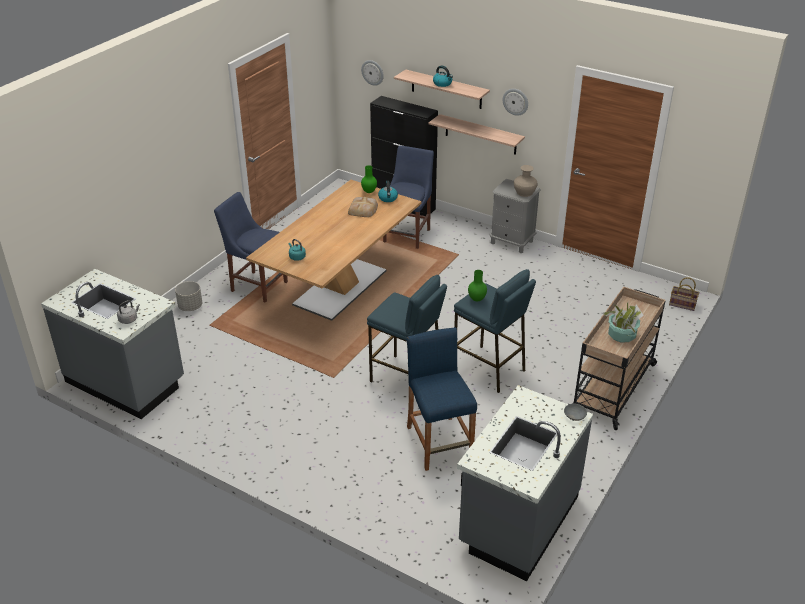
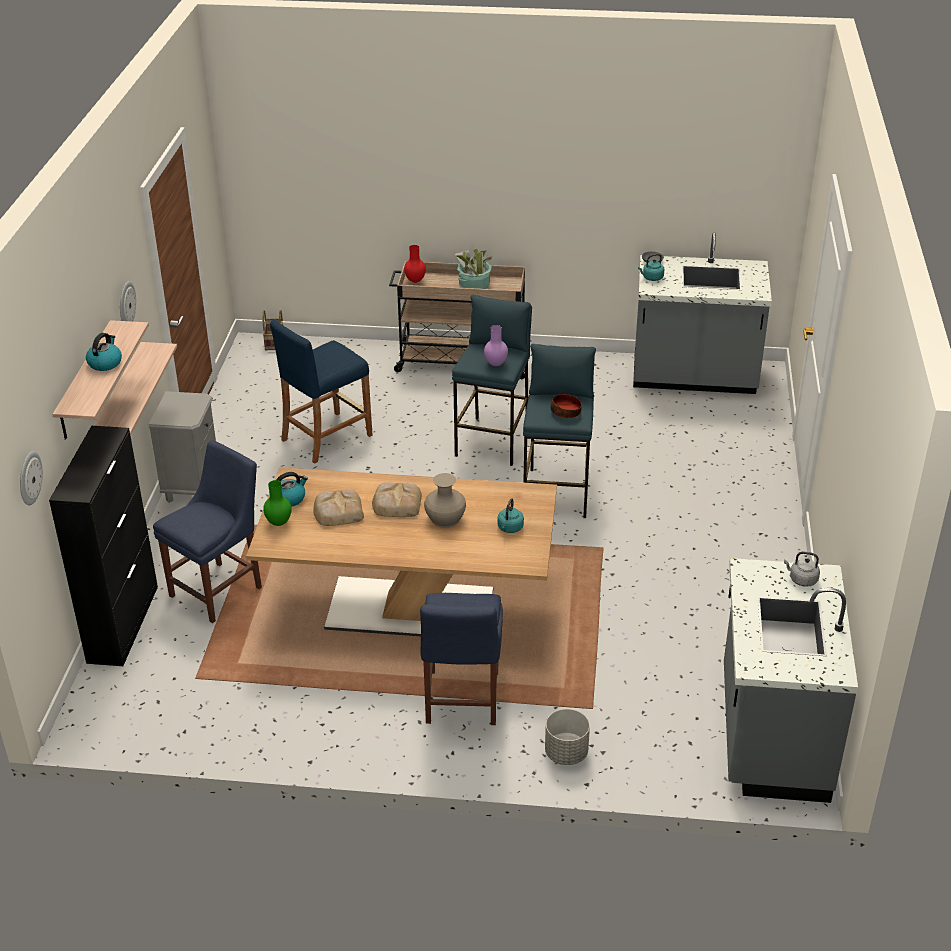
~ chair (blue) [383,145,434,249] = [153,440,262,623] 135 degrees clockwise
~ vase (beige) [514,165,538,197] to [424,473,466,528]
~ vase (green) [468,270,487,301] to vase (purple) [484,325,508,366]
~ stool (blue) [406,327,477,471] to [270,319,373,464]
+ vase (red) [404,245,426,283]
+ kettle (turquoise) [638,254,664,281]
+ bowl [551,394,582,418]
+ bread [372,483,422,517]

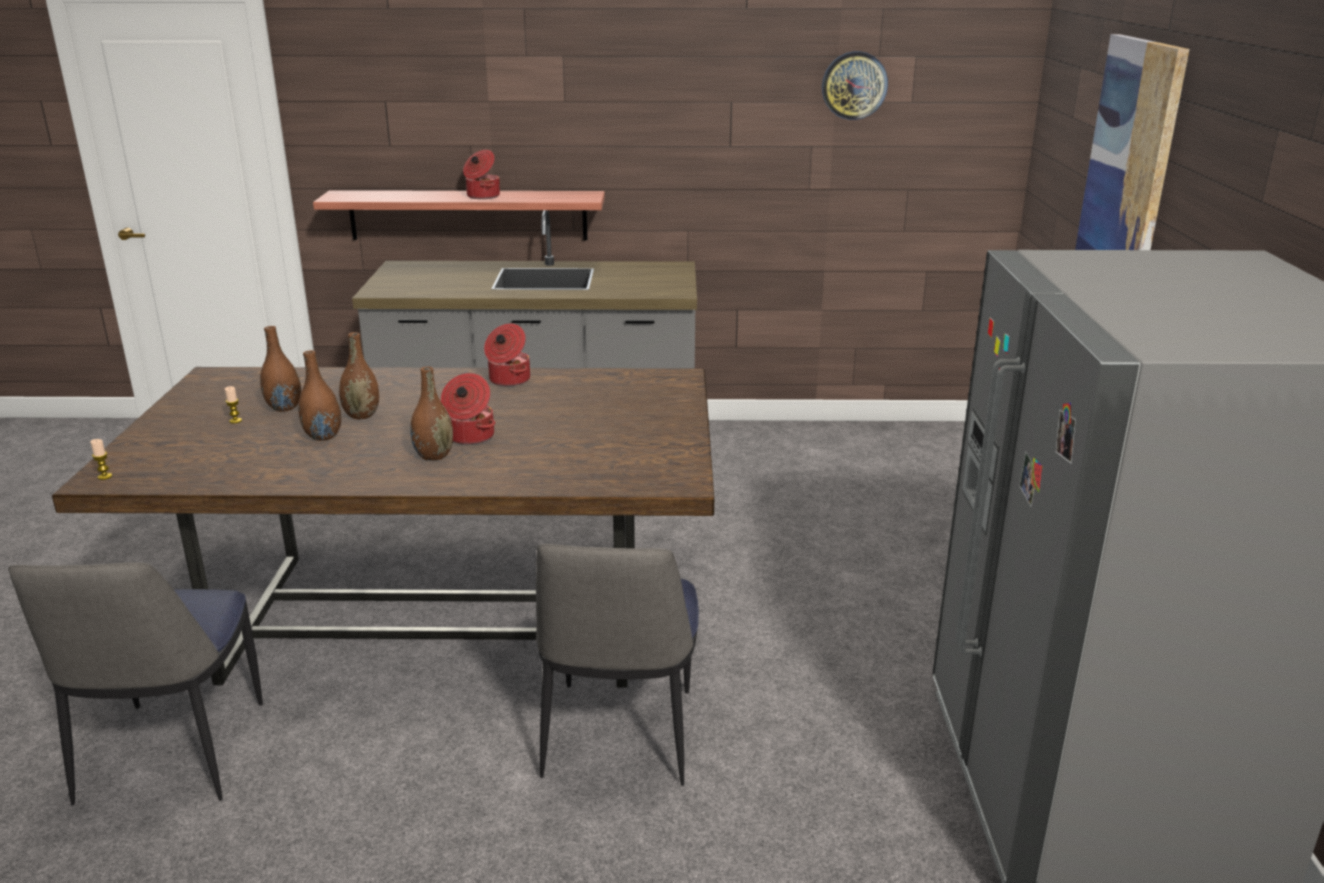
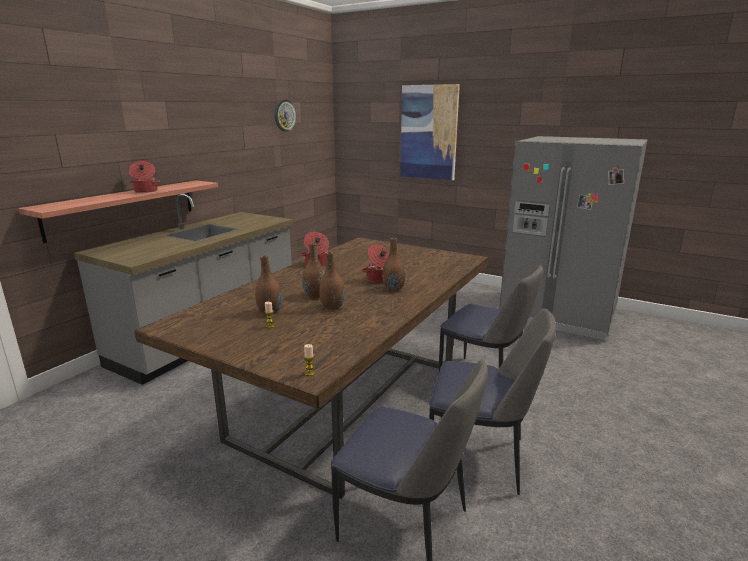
+ chair [429,308,556,495]

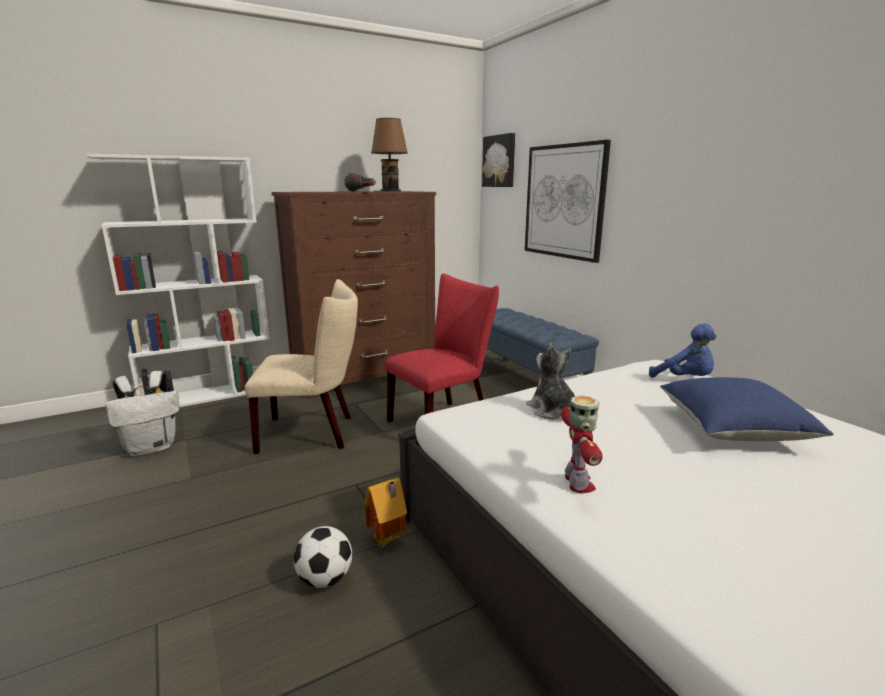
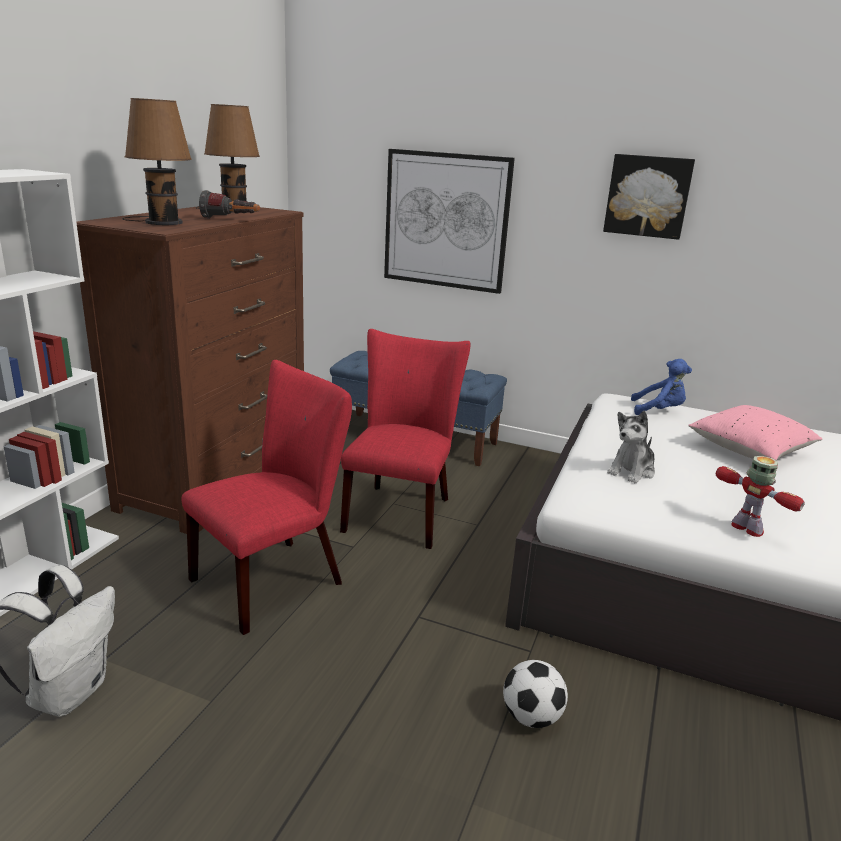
~ picture [482,133,515,187] to [603,154,695,240]
~ chair (beige) [245,279,358,454] to chair (red) [182,360,352,635]
~ plush toy [526,343,575,420] = [607,411,655,483] 75 degrees counterclockwise
~ pillow (blue) [660,377,834,441] to pillow (pink) [688,405,823,460]
- toy house [364,478,407,548]
+ table lamp (brown) [122,98,192,225]

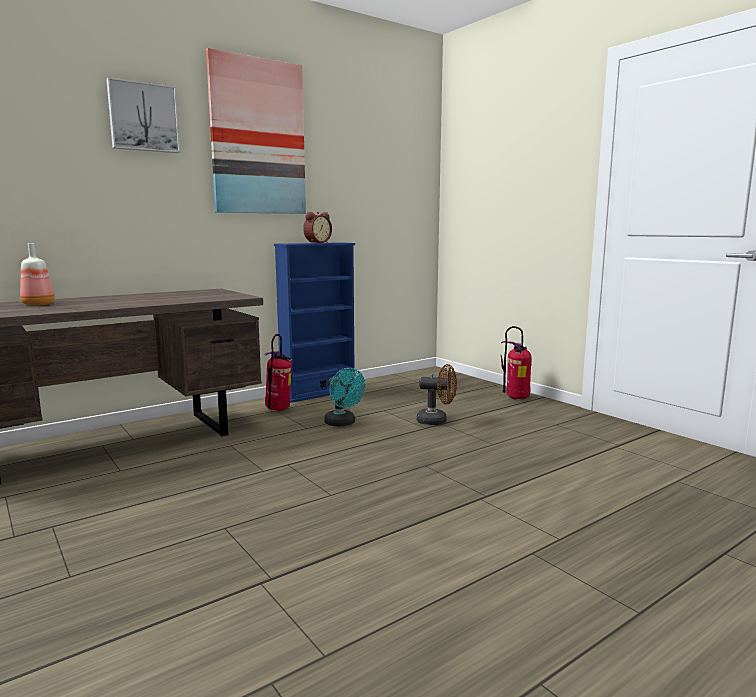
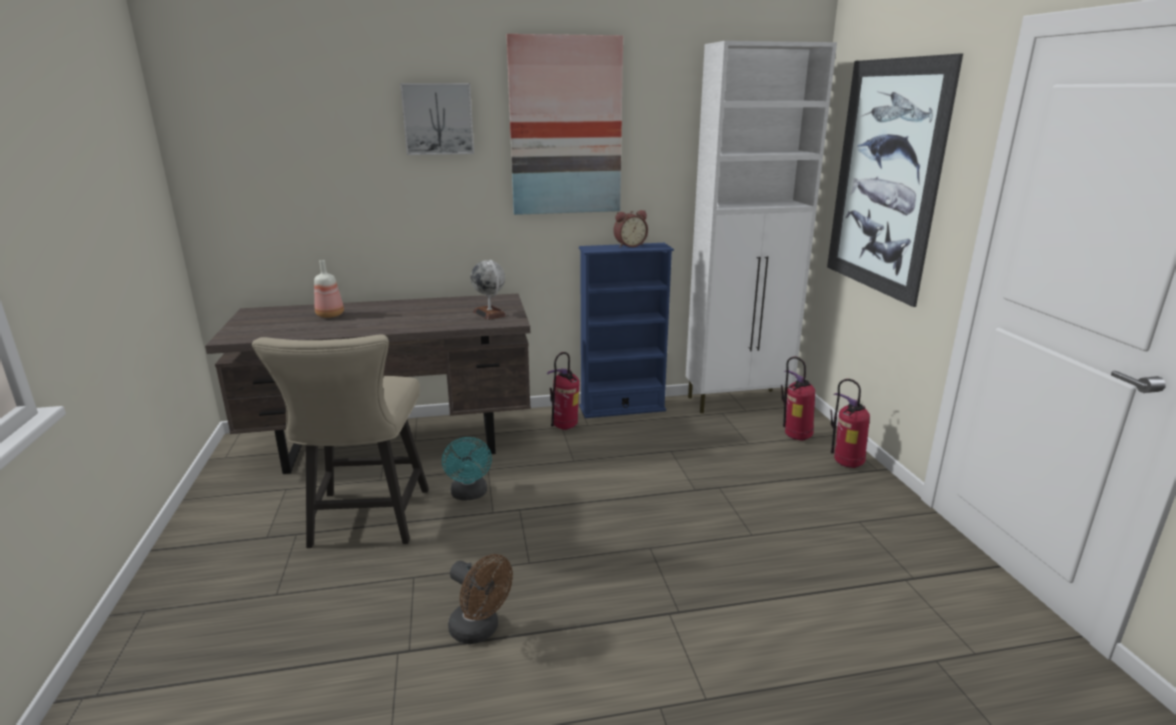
~ fan (brown) [416,364,457,425] to [448,554,513,644]
~ fan (turquoise) [324,368,365,427] to [442,437,492,501]
+ cabinet (white) [686,41,837,413]
+ picture [827,53,963,307]
+ globe [471,260,507,320]
+ chair (beige) [252,334,429,548]
+ fire extinguisher [781,357,815,441]

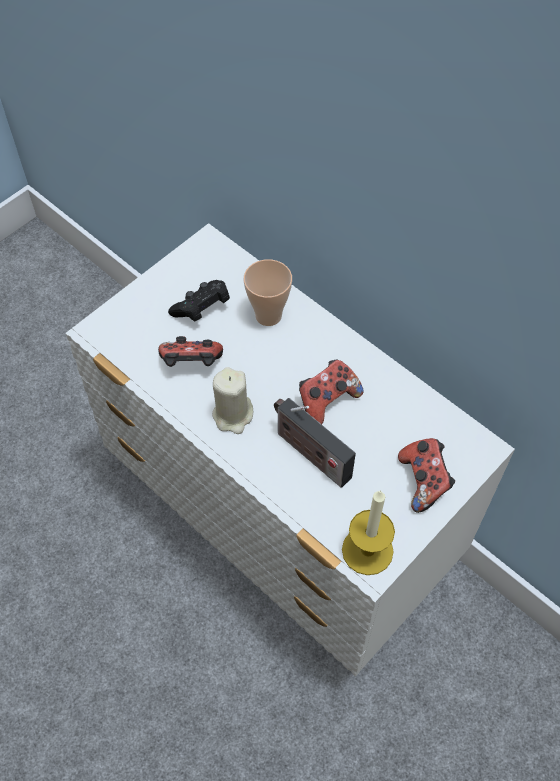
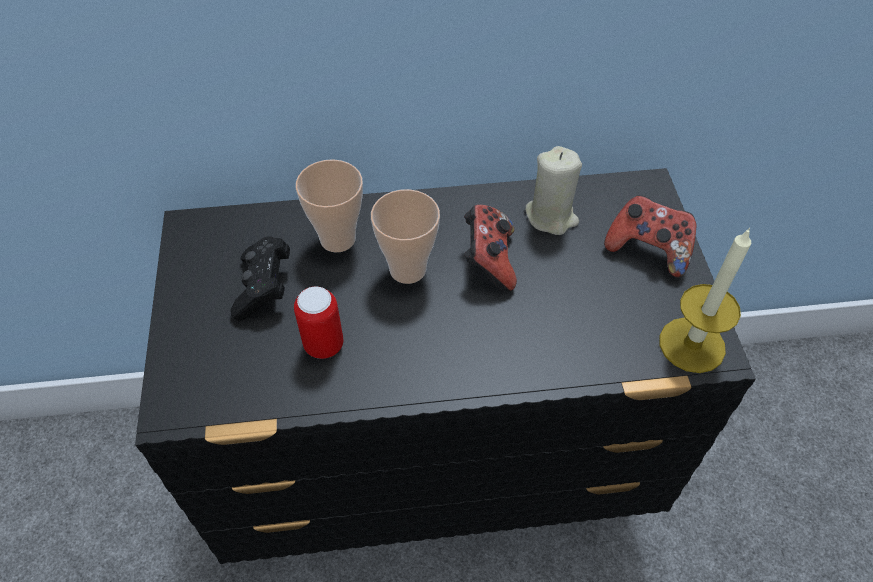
~ dresser (white) [66,223,515,676] to dresser (black) [135,168,756,564]
~ game controller [158,336,223,367] to can [294,286,343,359]
~ candle (beige) [212,367,253,434] to [525,146,582,235]
- radio [274,398,356,488]
+ cup [371,189,440,284]

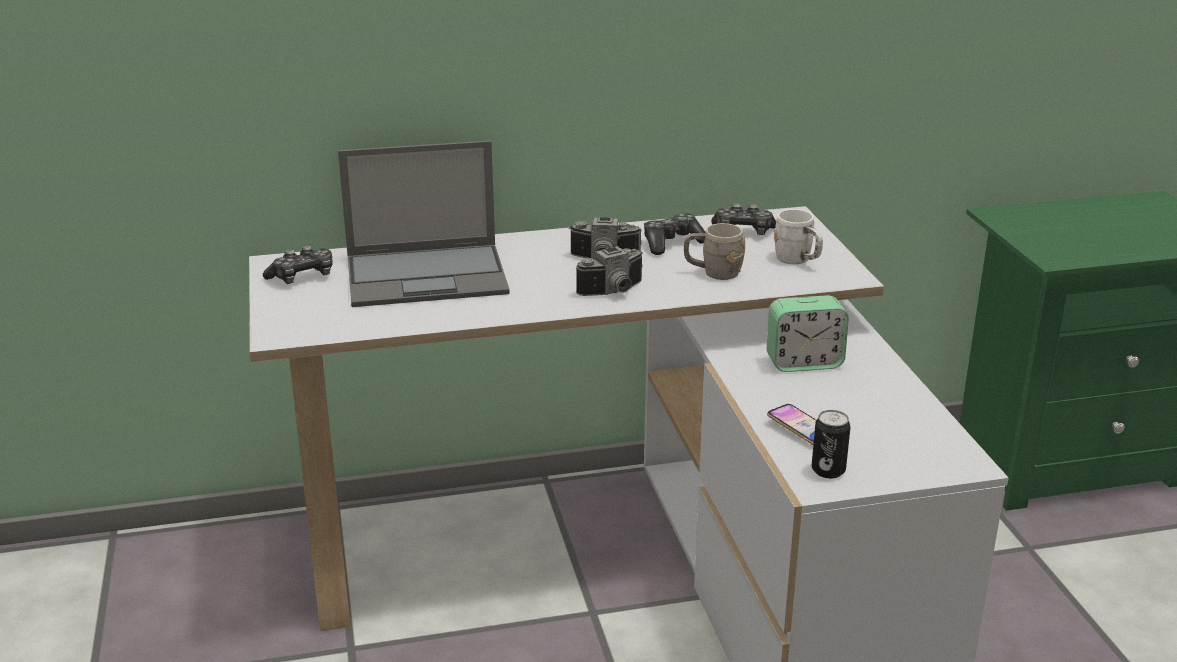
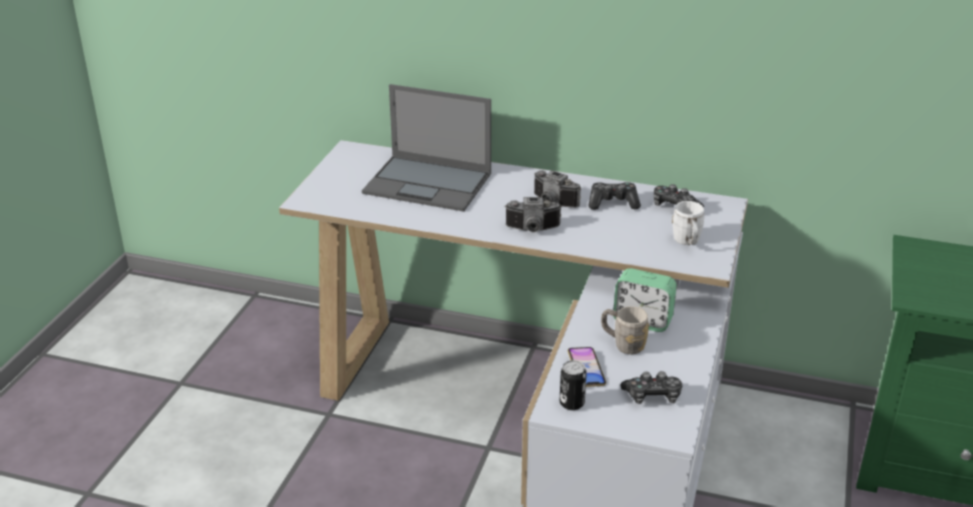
~ mug (grey) [684,223,745,280] to [601,306,649,354]
~ game controller [263,245,333,284] to [621,371,682,404]

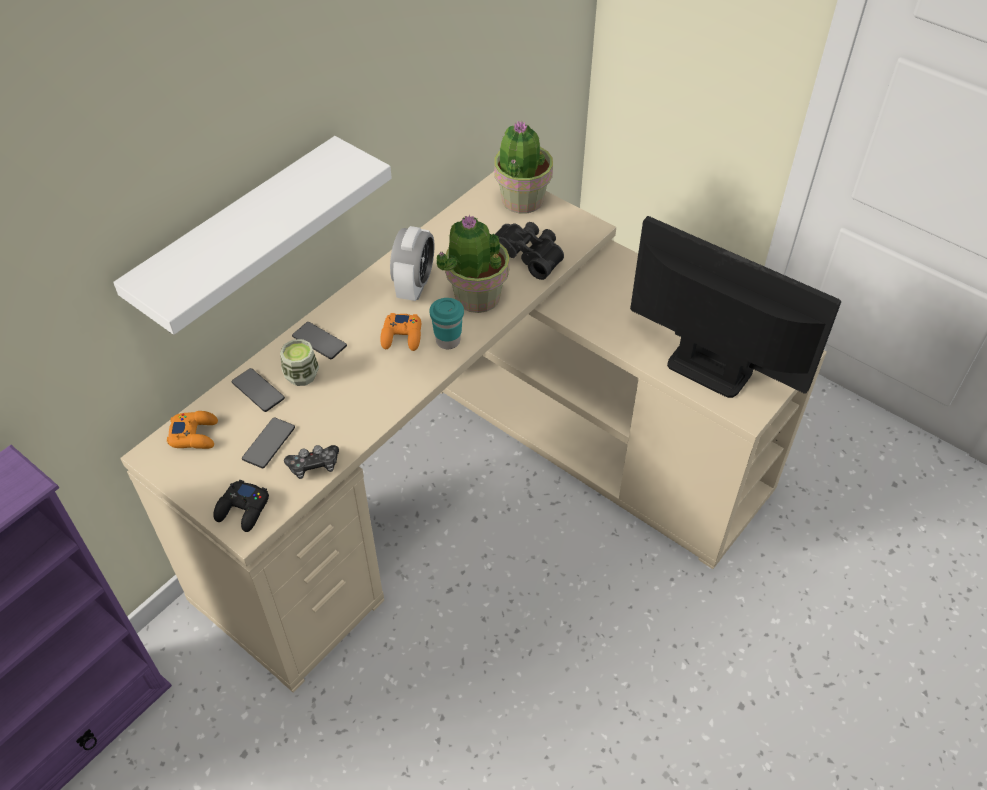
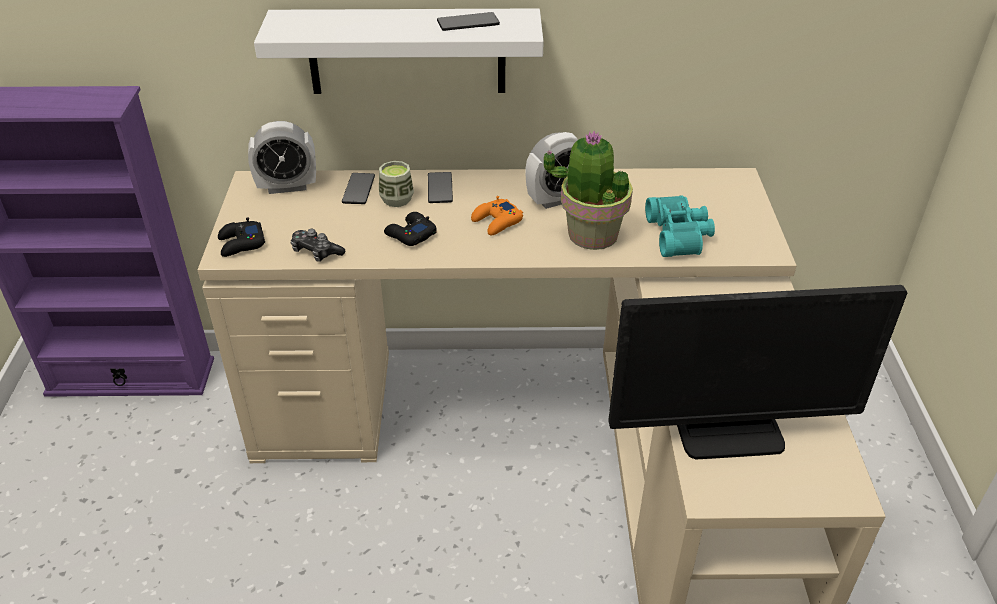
- potted plant [494,121,553,214]
~ monitor [630,216,841,398] = [608,285,907,460] 90 degrees clockwise
~ binoculars (black) [495,222,564,280] to binoculars (turquoise) [645,195,715,257]
- cup (turquoise) [429,298,464,349]
~ game controller (orange) [167,411,218,449] to alarm clock [248,121,316,194]
~ phone [242,417,295,469] to [437,12,500,31]
+ game controller (black) [384,212,436,246]

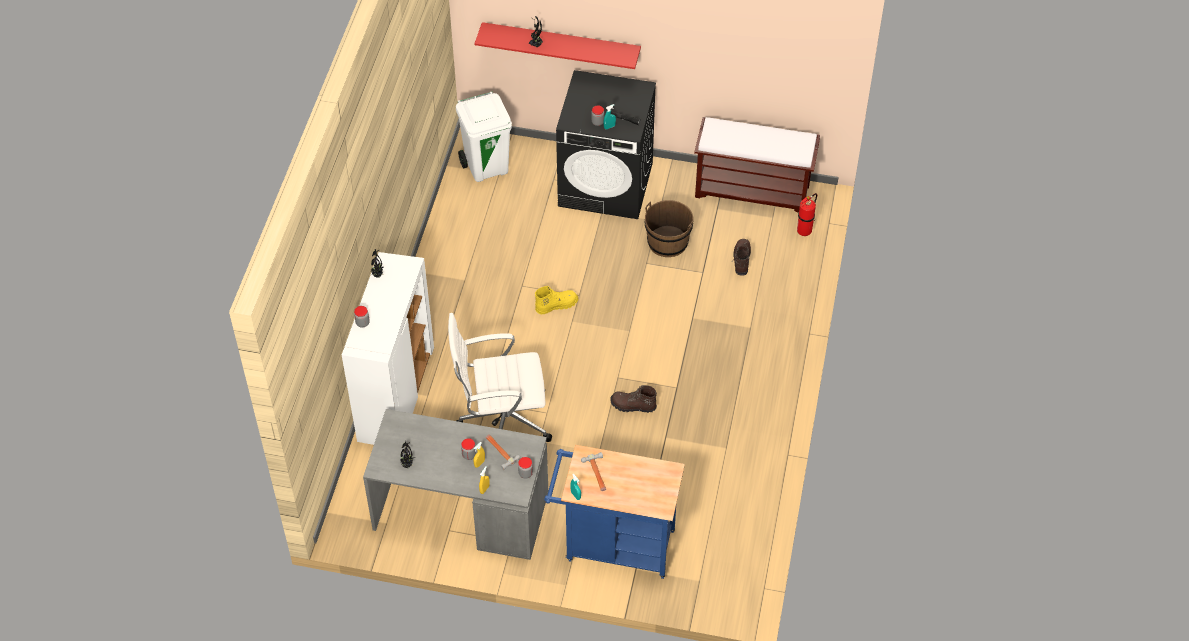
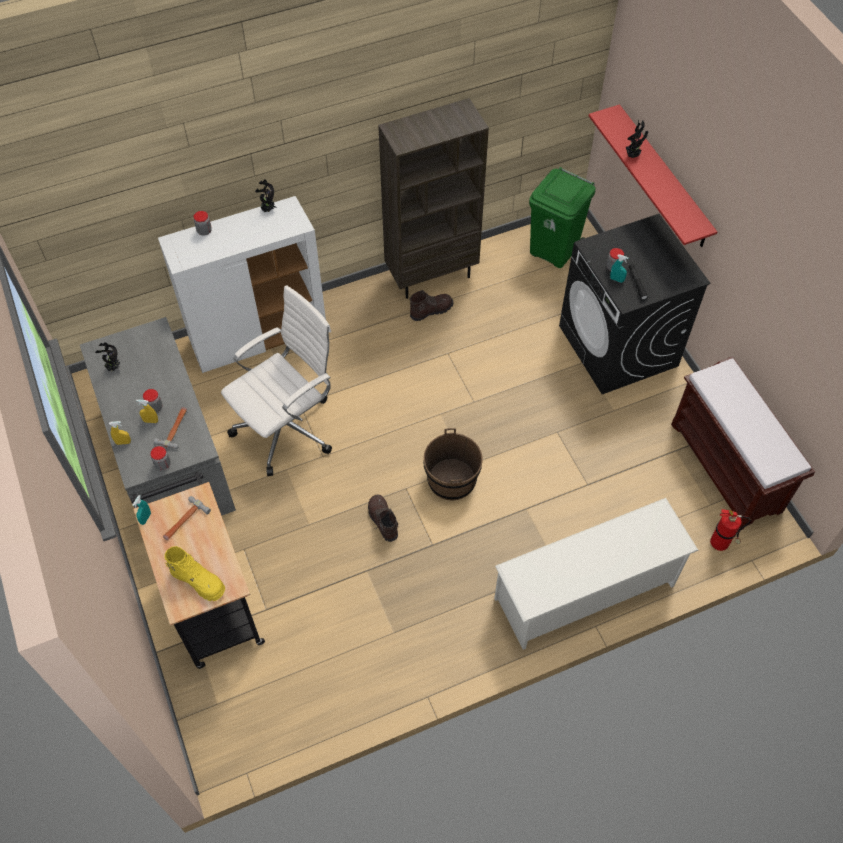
~ trash can (white) [456,91,512,182] to trash can (green) [529,167,595,268]
~ bucket (brown) [645,200,693,257] to [423,428,483,500]
~ boot (brown) [733,239,751,275] to [409,290,454,321]
~ boot (yellow) [535,286,578,314] to [164,546,225,601]
~ office chair (white) [448,313,552,442] = [221,285,332,476] 90 degrees clockwise
~ cart (blue) [544,445,685,579] to cart (black) [130,472,265,669]
+ bookcase (brown) [378,98,489,299]
+ shoe rack (white) [494,498,699,650]

